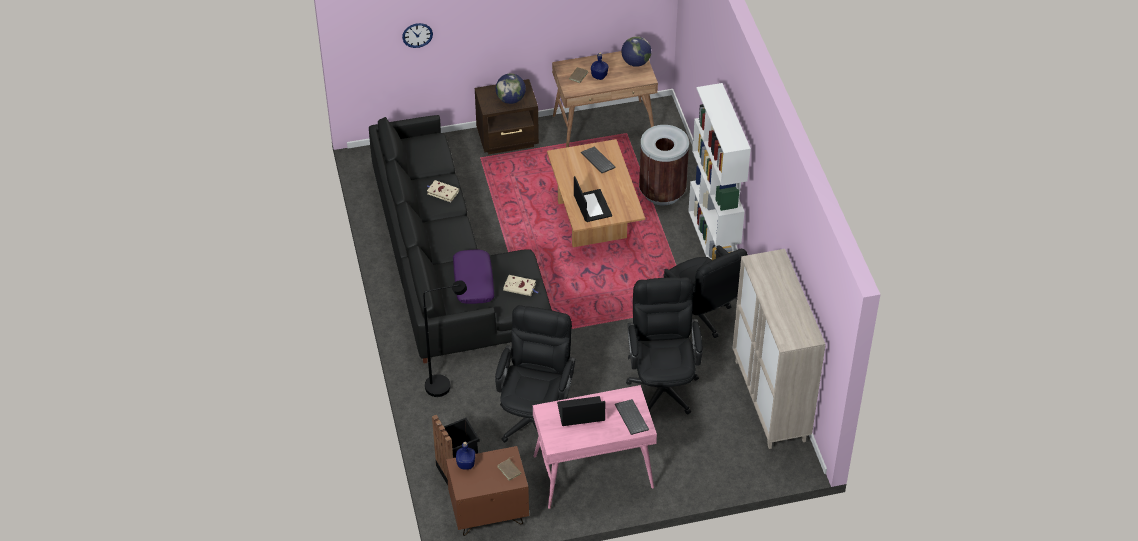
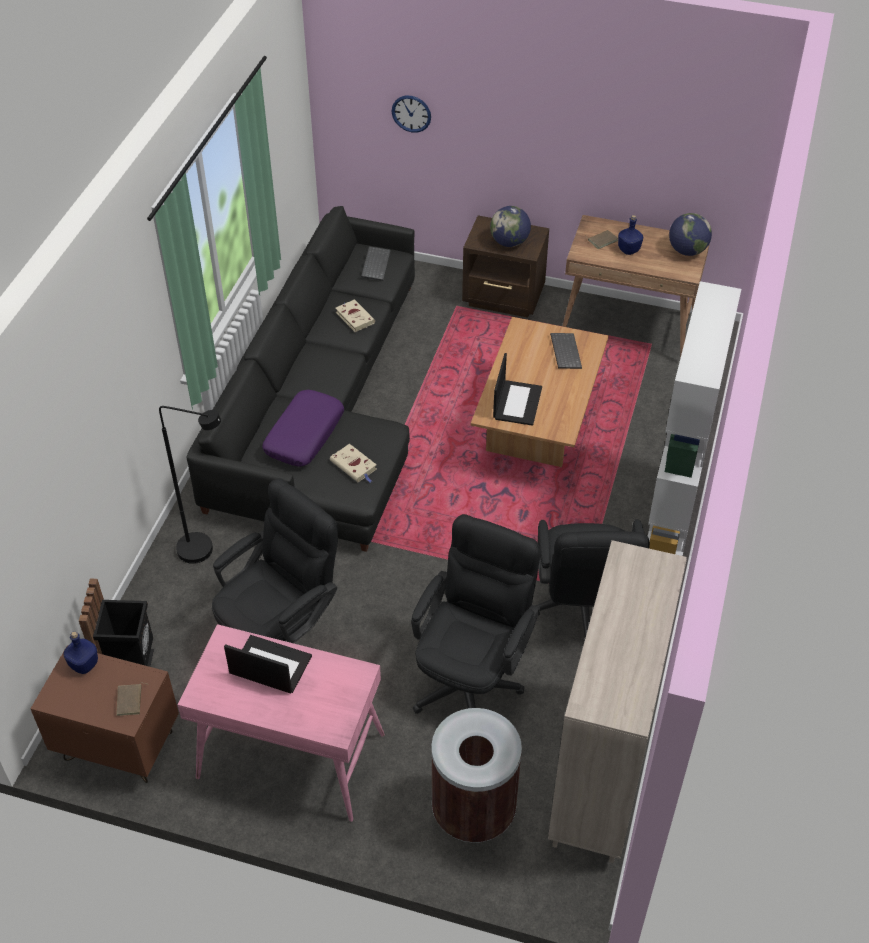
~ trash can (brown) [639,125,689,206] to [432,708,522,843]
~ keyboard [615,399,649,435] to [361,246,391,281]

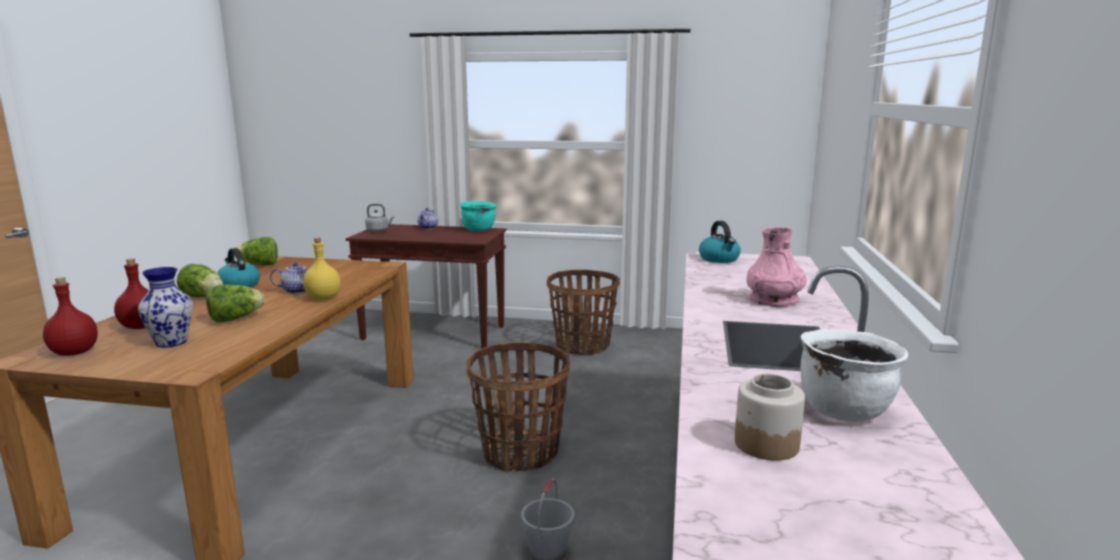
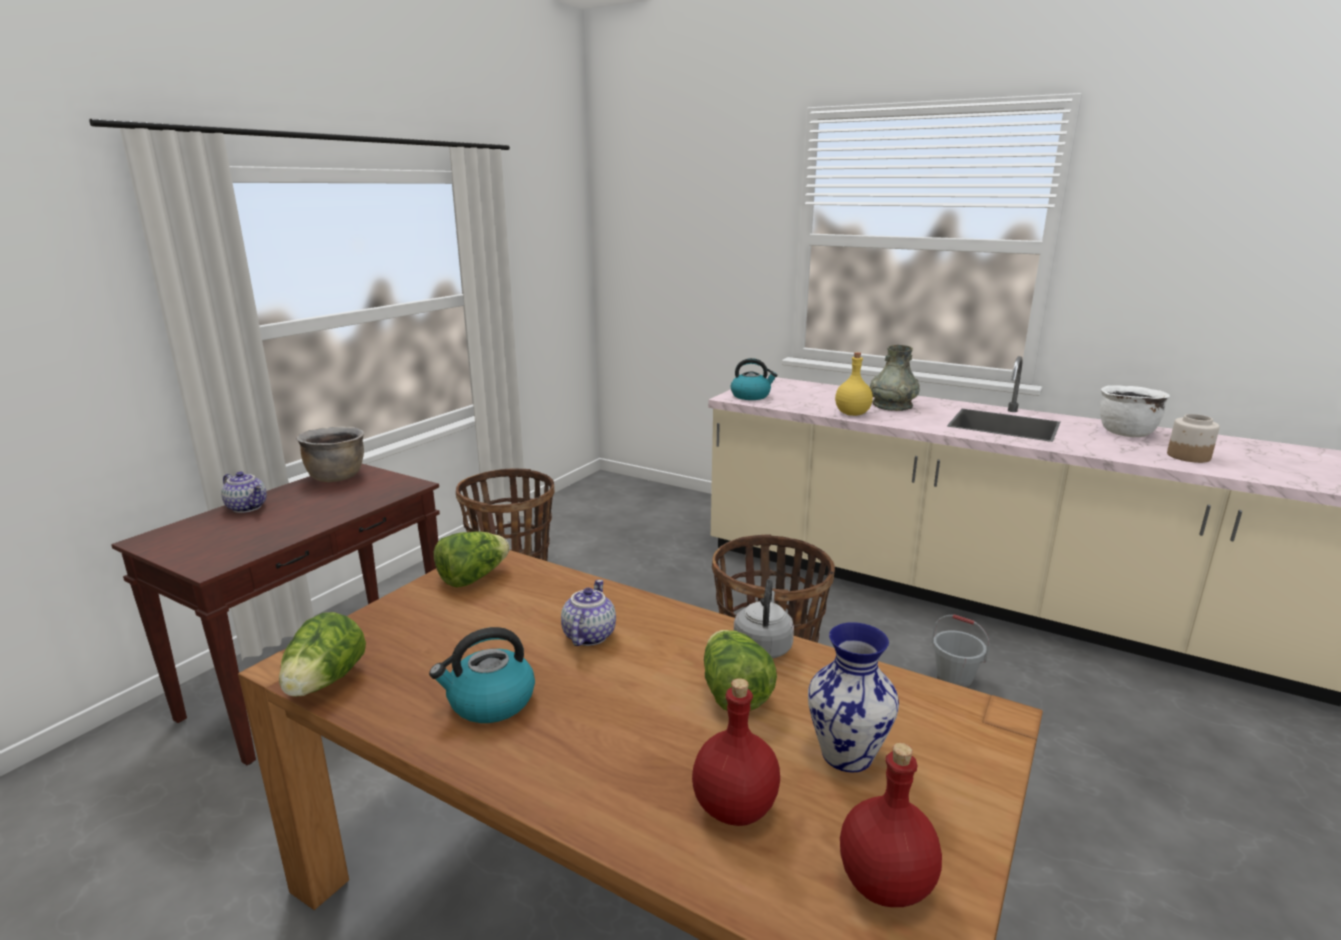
~ cooking pot (turquoise) [460,201,496,232] to cooking pot (brown) [296,426,364,482]
~ kettle (grey) [365,204,394,232] to [734,579,794,658]
~ vase (pink) [746,227,806,307] to vase (grey) [870,345,920,411]
~ bottle (yellow) [303,238,341,300] to [835,352,873,416]
~ lettuce [177,264,223,297] to [434,531,510,587]

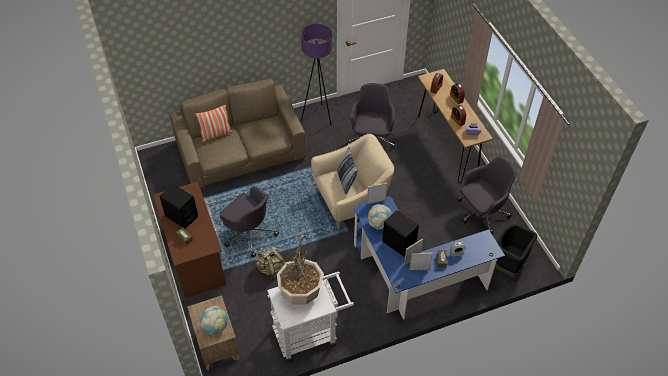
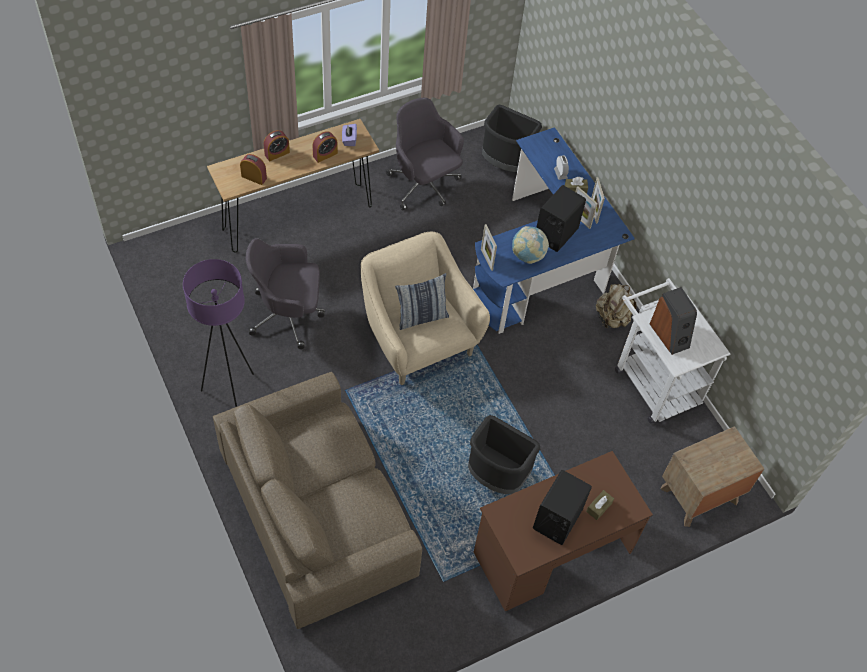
- pillow [195,104,233,142]
~ office chair (grey) [220,186,279,258] to trash can (black) [468,415,540,494]
~ potted plant [277,235,324,305] to speaker [650,287,697,355]
~ backpack (beige) [256,246,286,279] to [596,284,637,329]
- globe [200,306,228,334]

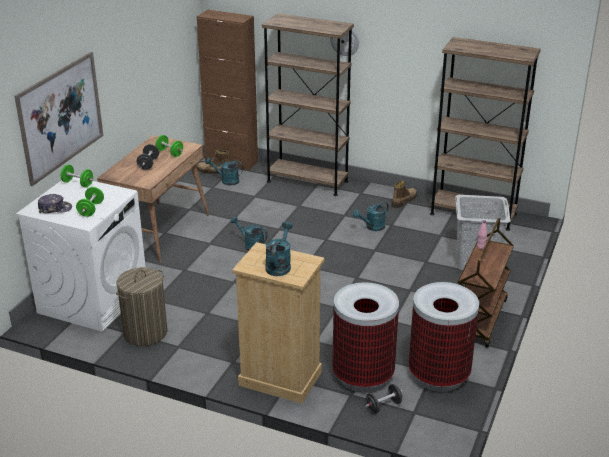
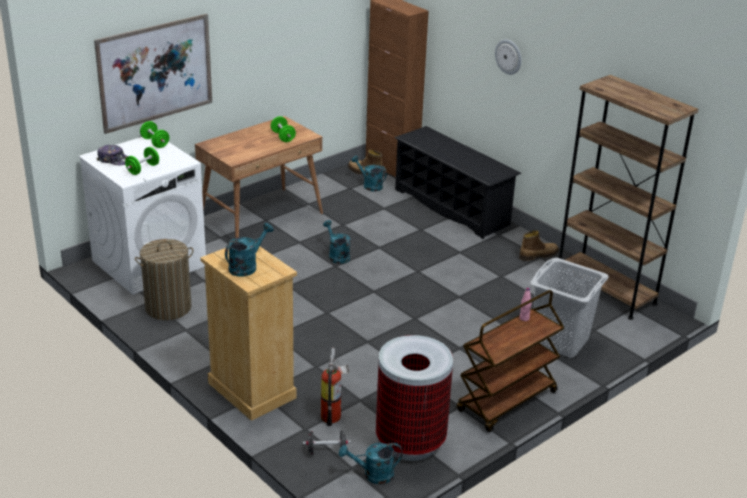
~ bookcase (brown) [262,13,354,196] to shoe rack (black) [395,126,521,239]
- dumbbell (black) [137,144,159,170]
~ watering can (turquoise) [353,201,389,231] to [339,443,402,484]
~ trash can [332,282,399,392] to fire extinguisher [321,348,349,426]

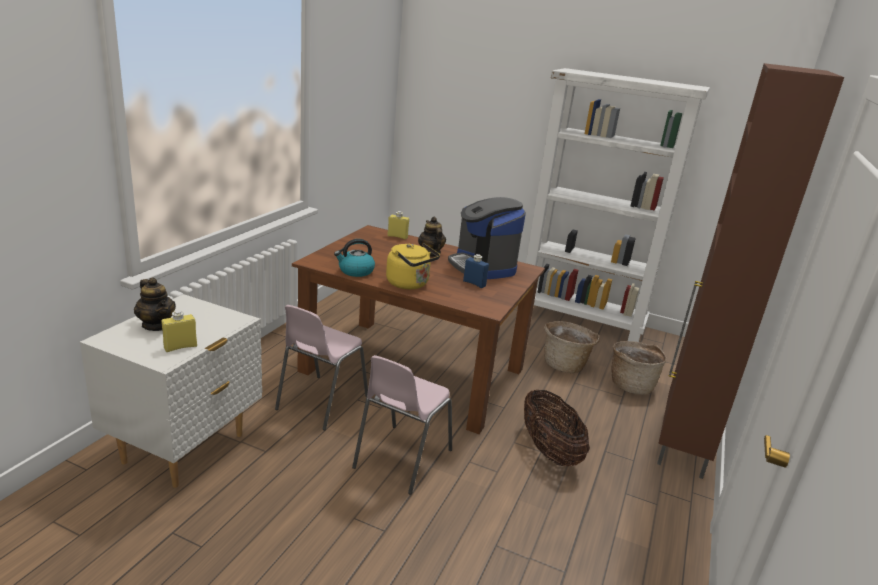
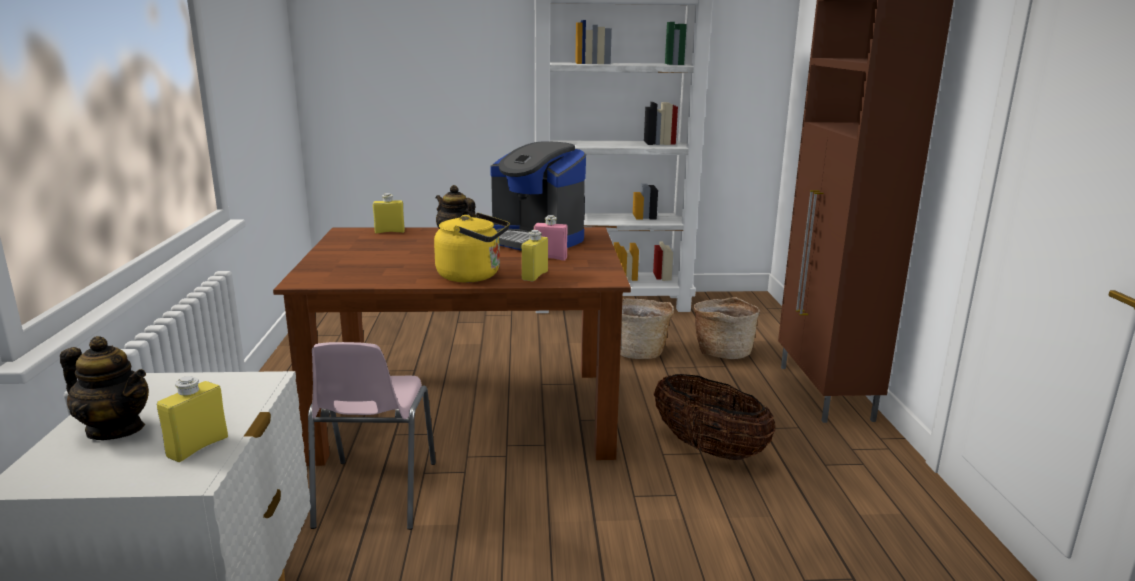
- kettle [334,239,375,277]
~ bottle (blue) [463,254,489,288] to bottle (pink) [534,215,568,261]
- chair (pink) [352,355,452,495]
+ bottle (yellow) [522,230,548,281]

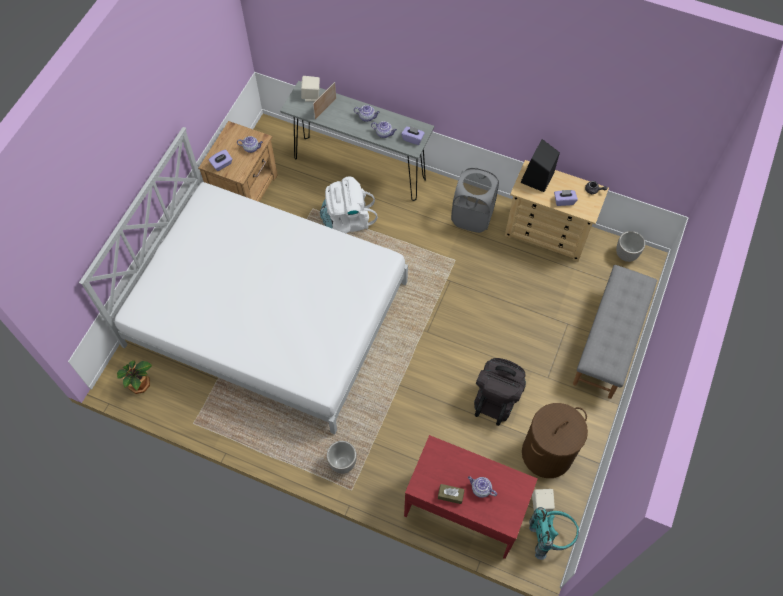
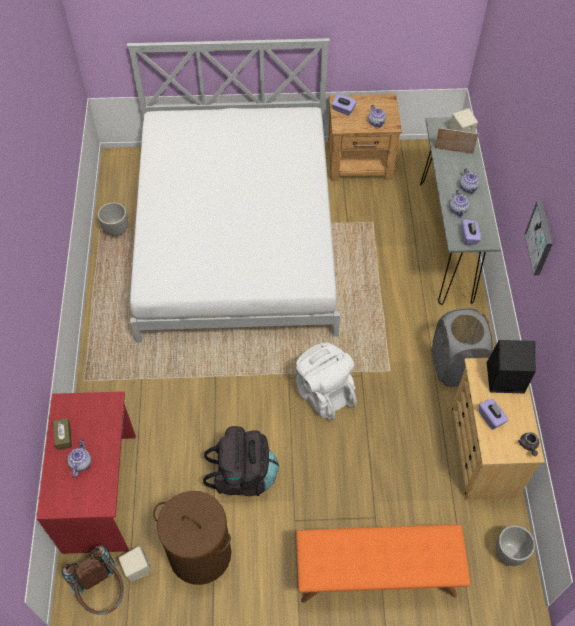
~ backpack (white) [320,177,378,233] to [296,342,357,420]
~ bench (grey) [573,265,657,399] to bench (orange) [296,524,471,603]
- potted plant [117,361,152,394]
~ planter [327,441,357,474] to [98,202,128,236]
~ backpack (turquoise) [529,507,579,560] to backpack (brown) [62,545,124,615]
+ picture [524,201,553,275]

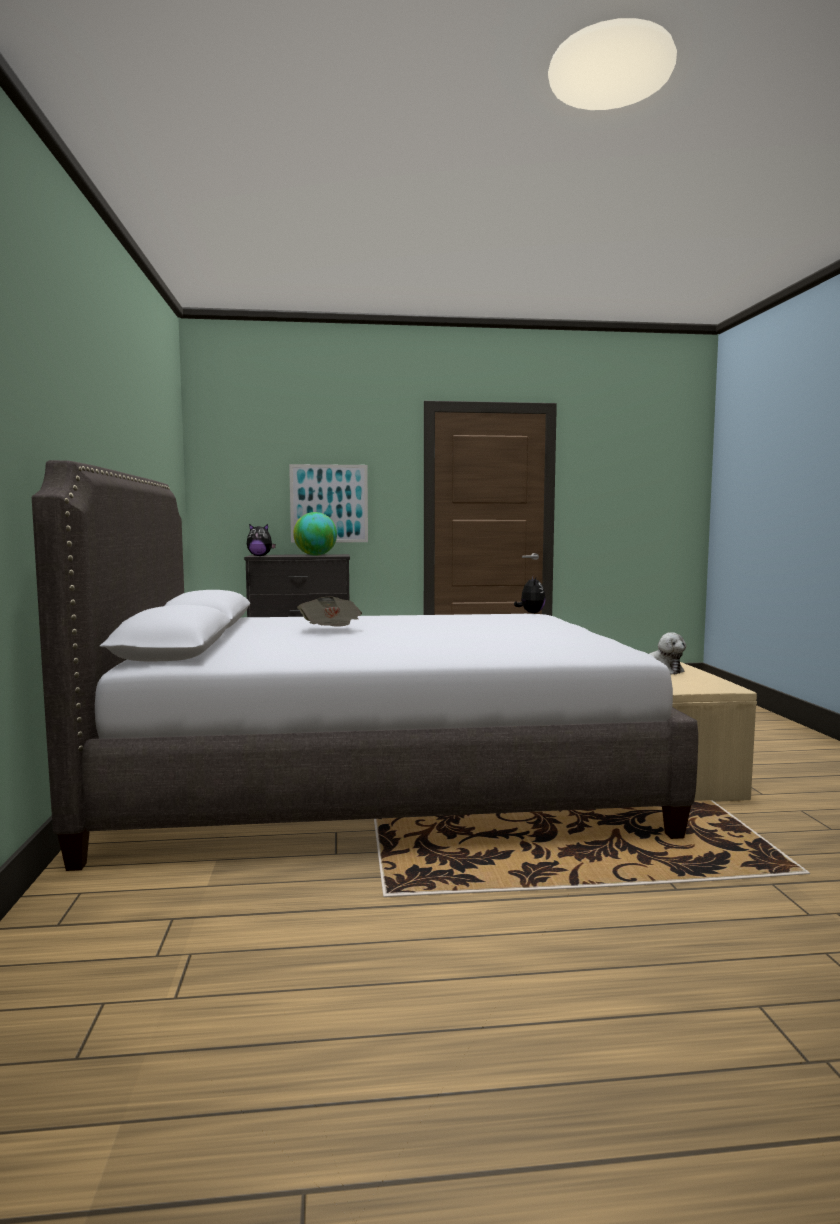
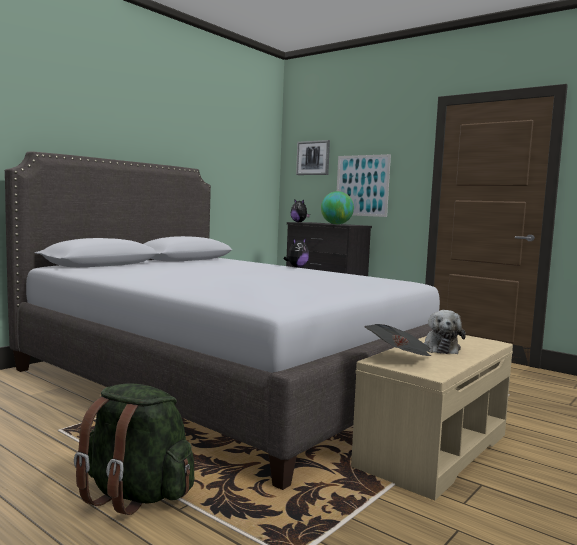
~ plush toy [514,576,546,613] to [283,238,309,267]
~ newspaper [297,597,362,627] to [364,324,432,356]
+ picture [296,140,330,175]
+ backpack (green) [74,383,194,515]

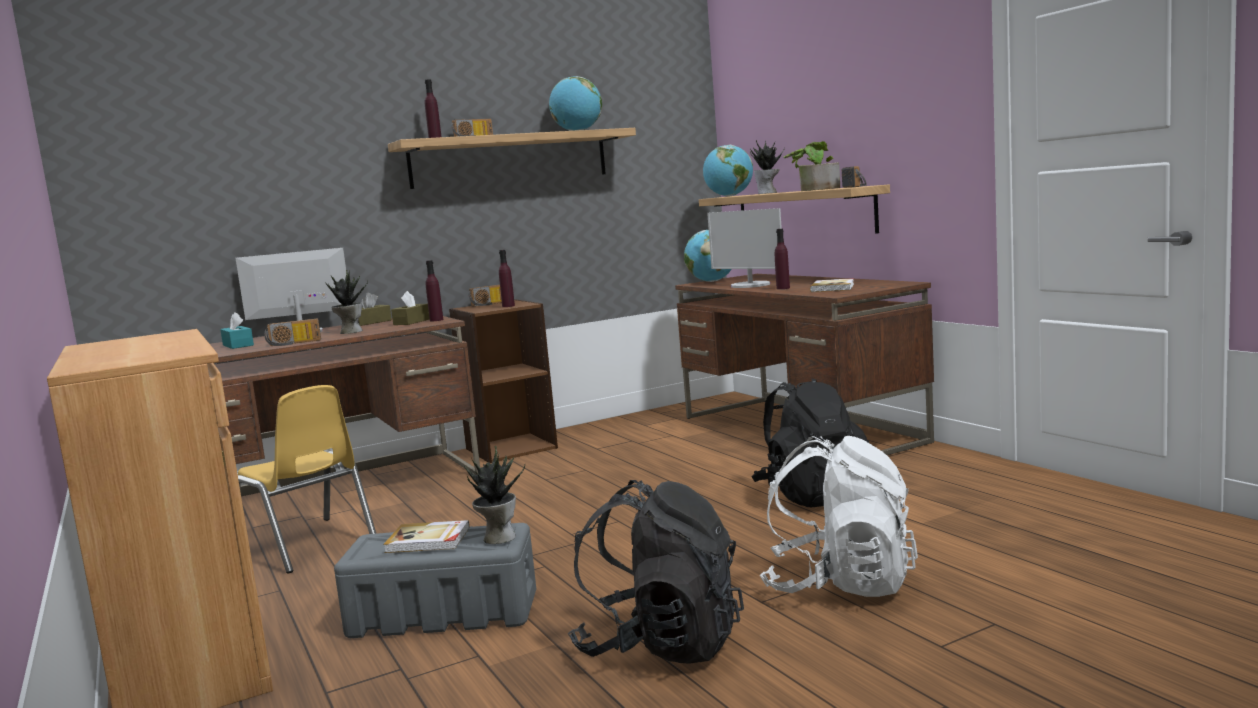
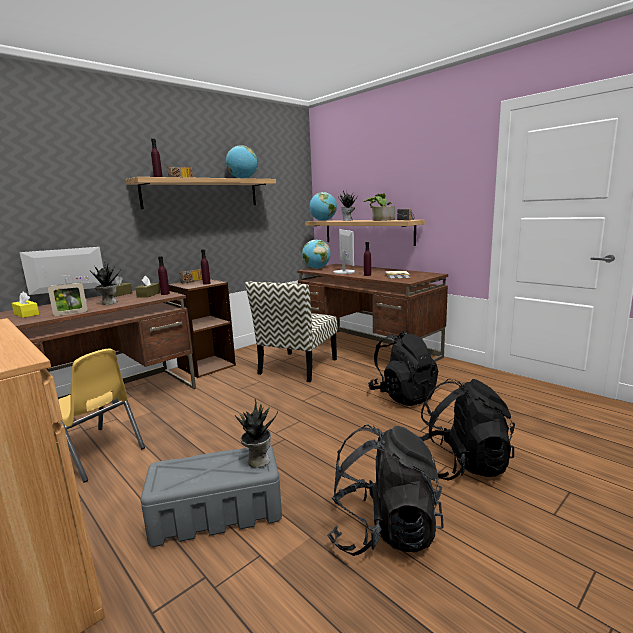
~ monitor [707,208,782,288] = [333,229,355,274] 135 degrees counterclockwise
~ tissue box (turquoise) [220,312,254,349] to tissue box (yellow) [12,292,39,318]
~ radio [264,319,321,346] to picture frame [48,283,87,316]
~ backpack (white) [759,436,918,597] to backpack (black) [419,379,515,481]
- book [383,520,470,553]
+ chair [245,282,338,382]

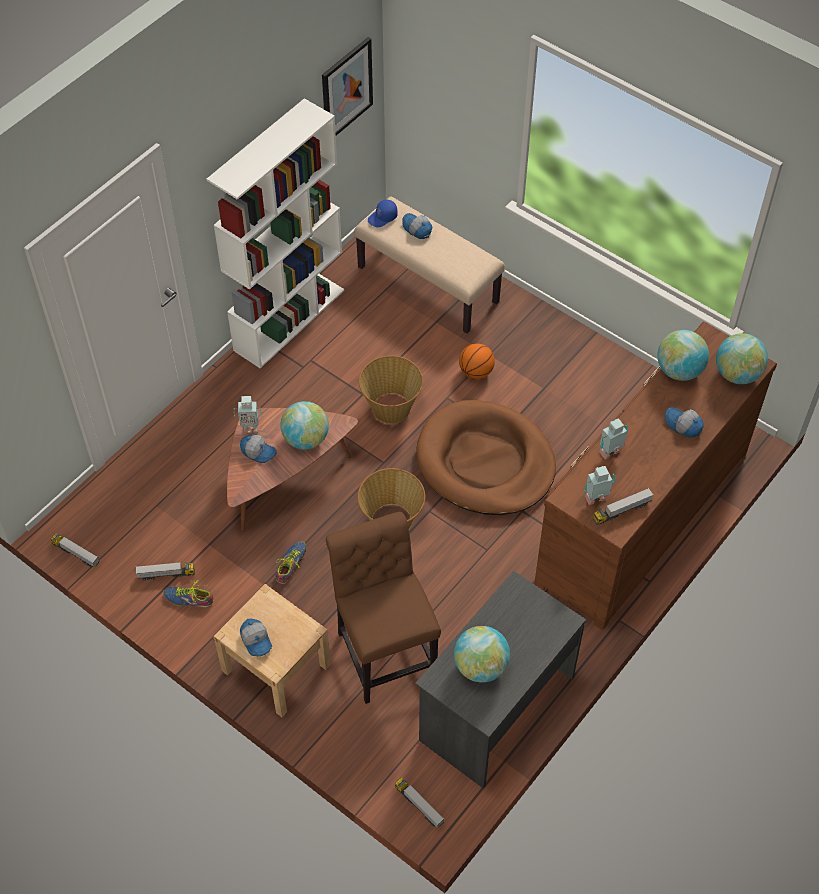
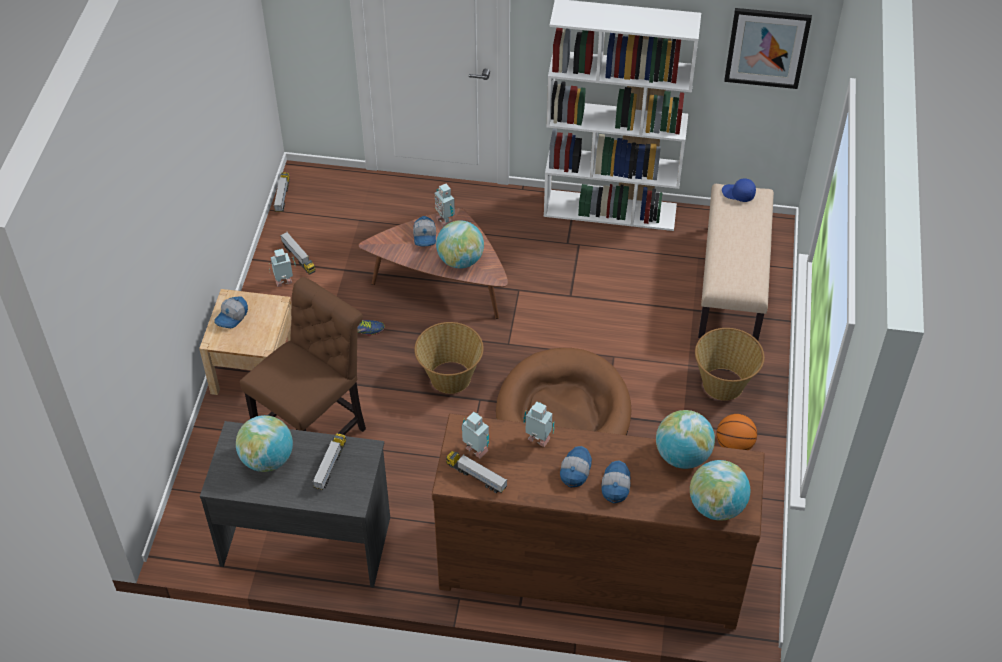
~ cap [402,213,432,239] to [560,446,592,488]
~ basketball [459,343,495,379] to [716,414,757,450]
~ basket [359,355,423,424] to [695,328,764,401]
~ shoe [163,580,213,608] to toy robot [269,249,295,287]
~ toy truck [395,778,444,829] to [312,433,346,490]

